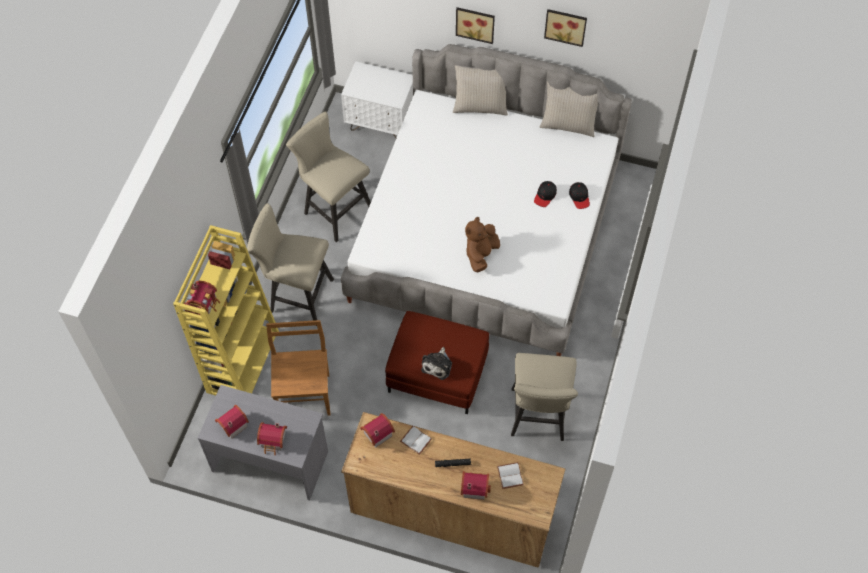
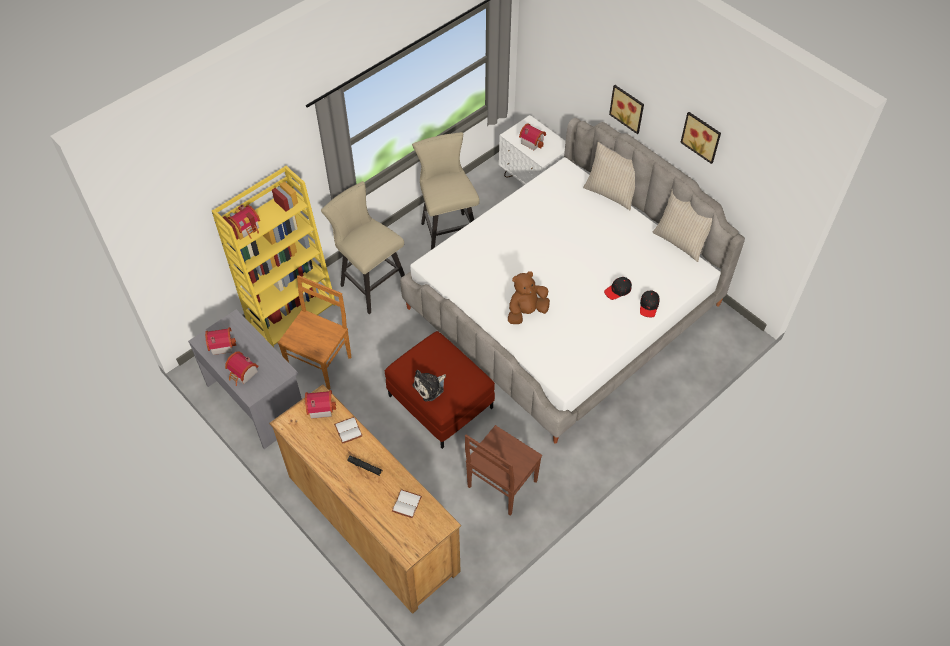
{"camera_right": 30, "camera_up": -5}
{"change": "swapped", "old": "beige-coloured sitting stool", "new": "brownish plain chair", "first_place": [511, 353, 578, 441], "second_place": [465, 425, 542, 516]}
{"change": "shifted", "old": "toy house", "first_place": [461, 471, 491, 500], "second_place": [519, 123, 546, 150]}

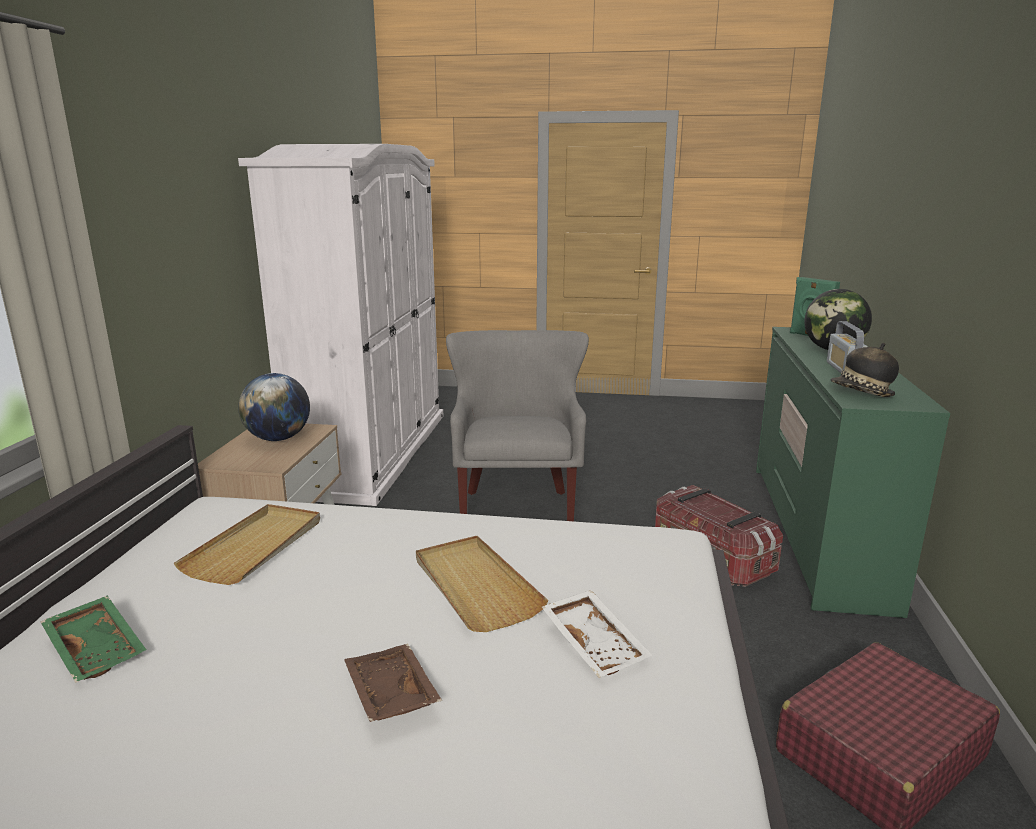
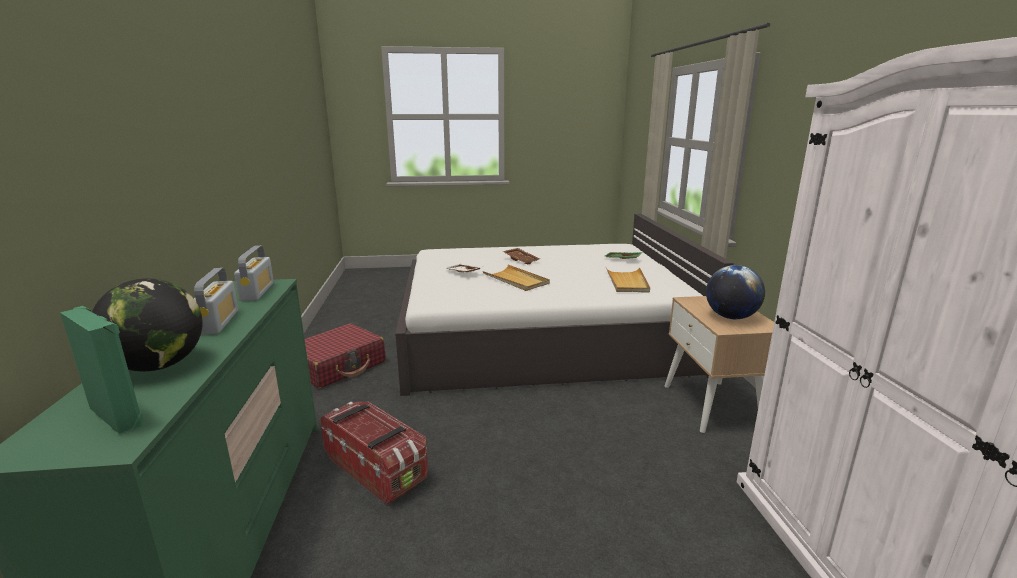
{"camera_right": 165, "camera_up": 0}
{"change": "swapped", "old": "clothing hat", "new": "radio", "first_place": [831, 343, 899, 397], "second_place": [234, 246, 274, 301]}
{"change": "gone", "old": "gray easy chair", "first_place": [446, 330, 589, 521]}

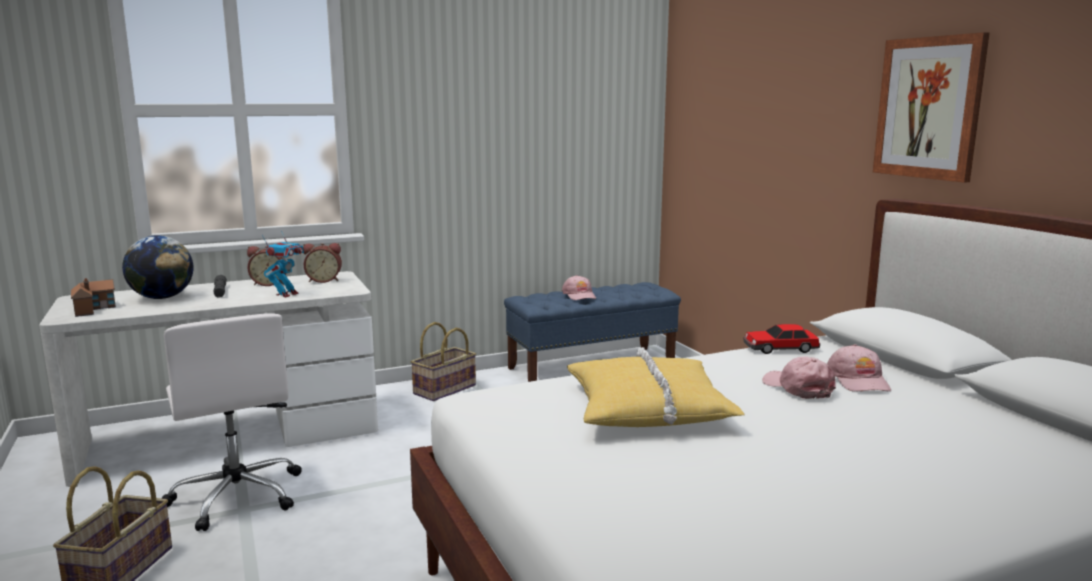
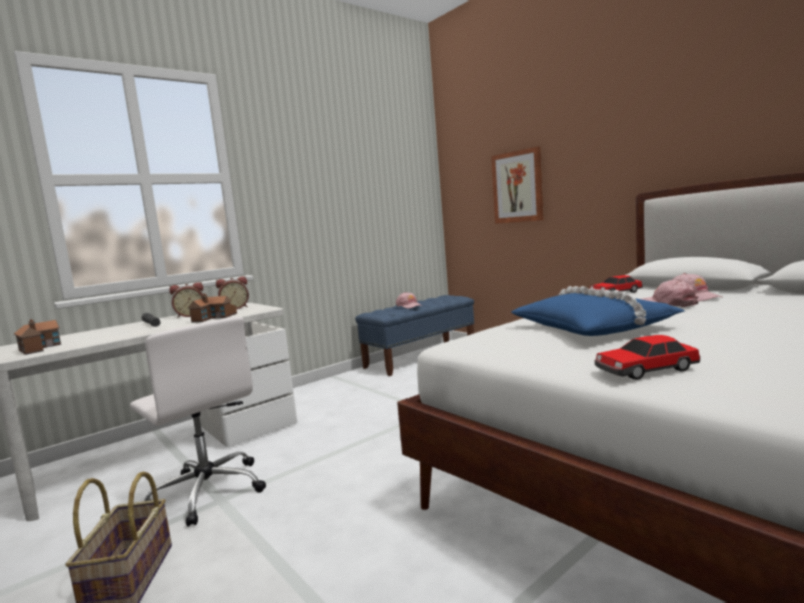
{"camera_right": -15, "camera_up": -5}
{"change": "swapped", "old": "robot figure", "new": "toy house", "first_place": [262, 231, 304, 297], "second_place": [188, 293, 237, 323]}
{"change": "shifted", "old": "picture", "first_place": [873, 32, 990, 183], "second_place": [491, 146, 544, 224]}
{"change": "repainted", "old": "yellow throw pillow", "new": "blue throw pillow", "first_place": [567, 347, 744, 427], "second_place": [511, 286, 685, 336]}
{"change": "new", "new": "toy car", "second_place": [595, 335, 700, 380]}
{"change": "gone", "old": "globe", "first_place": [122, 235, 194, 299]}
{"change": "gone", "old": "storage basket", "first_place": [411, 322, 476, 401]}

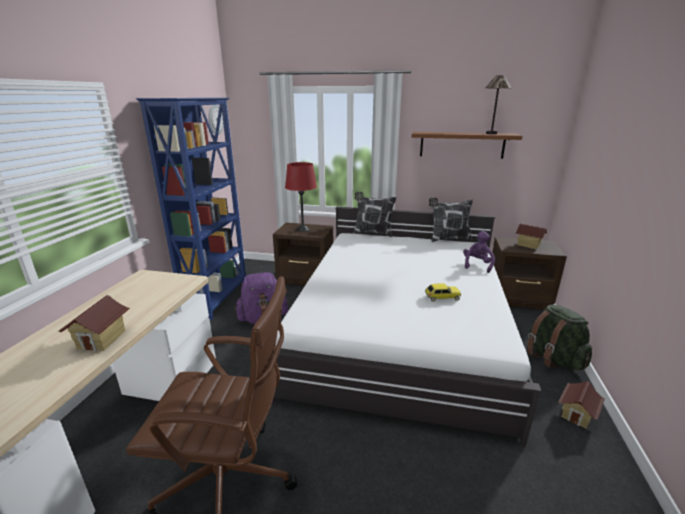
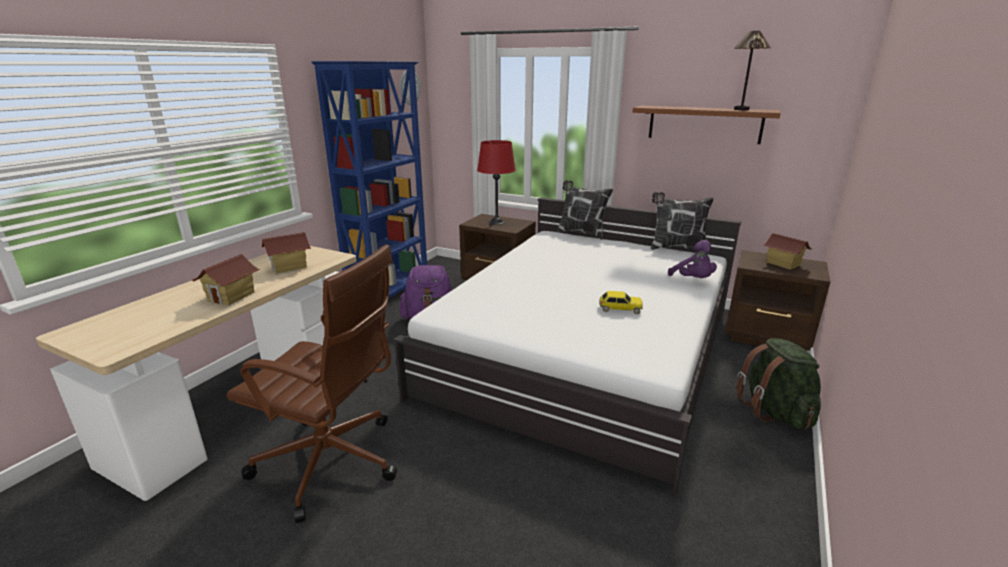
{"camera_right": 15, "camera_up": 0}
{"change": "shifted", "old": "toy house", "first_place": [558, 381, 605, 429], "second_place": [262, 232, 311, 273]}
{"change": "rotated", "old": "purple plush toy", "first_place": [463, 231, 495, 273], "second_place": [668, 240, 717, 278], "degrees": 120}

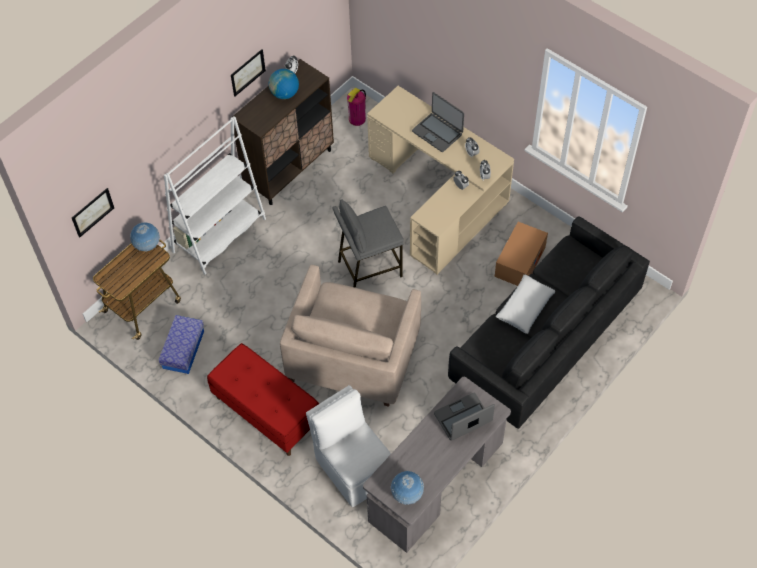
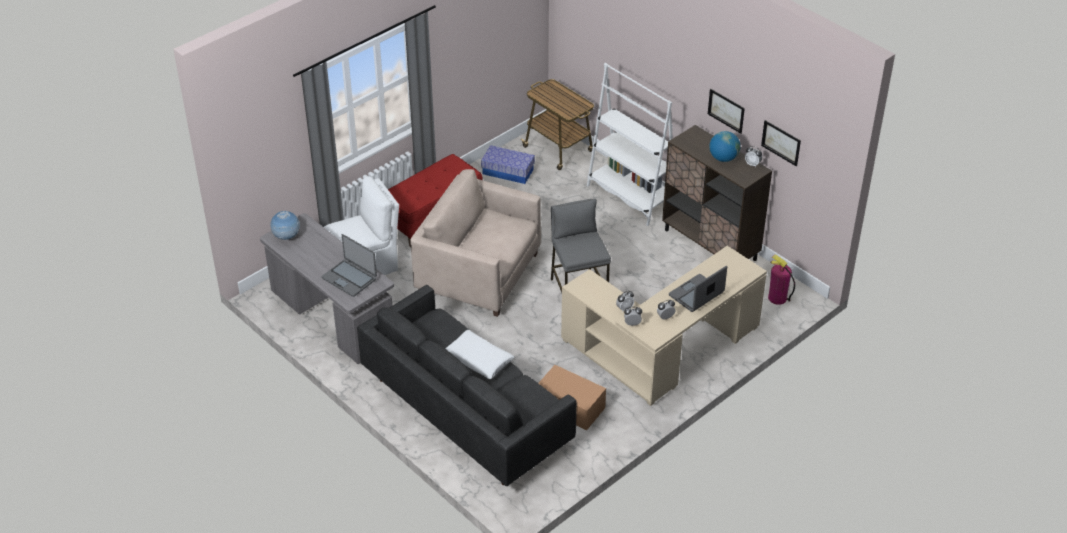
{"camera_right": 95, "camera_up": -15}
{"change": "rotated", "old": "notebook computer", "first_place": [434, 393, 495, 441], "second_place": [322, 234, 377, 297], "degrees": 150}
{"change": "shifted", "old": "picture", "first_place": [72, 188, 114, 238], "second_place": [761, 120, 801, 166]}
{"change": "gone", "old": "globe", "first_place": [130, 222, 160, 252]}

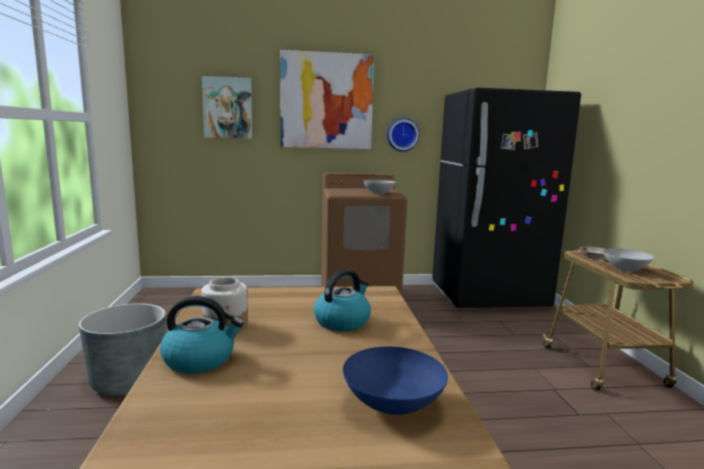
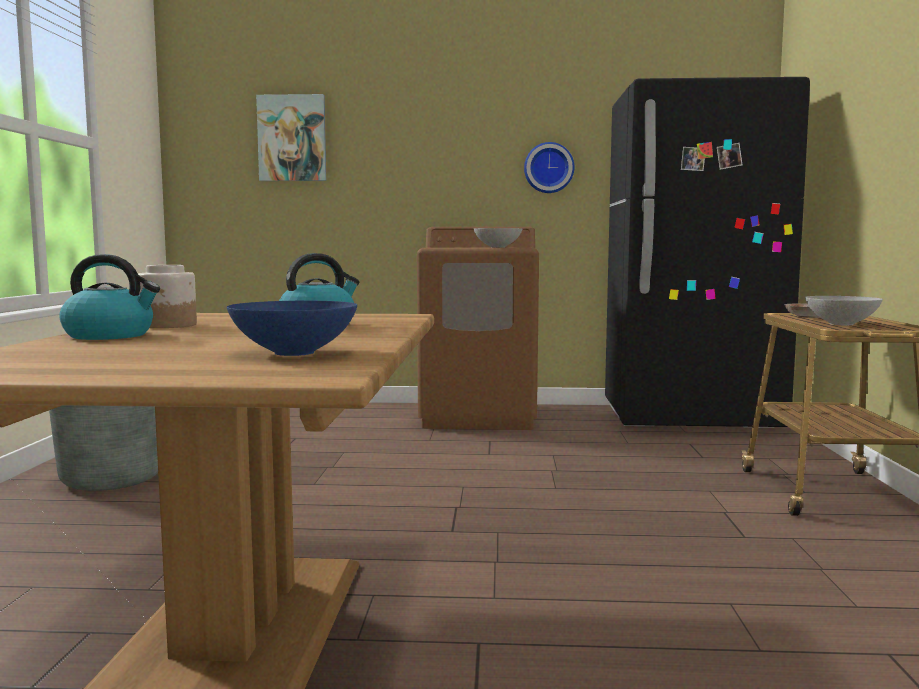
{"camera_right": 10, "camera_up": -5}
{"change": "gone", "old": "picture", "first_place": [280, 50, 374, 149]}

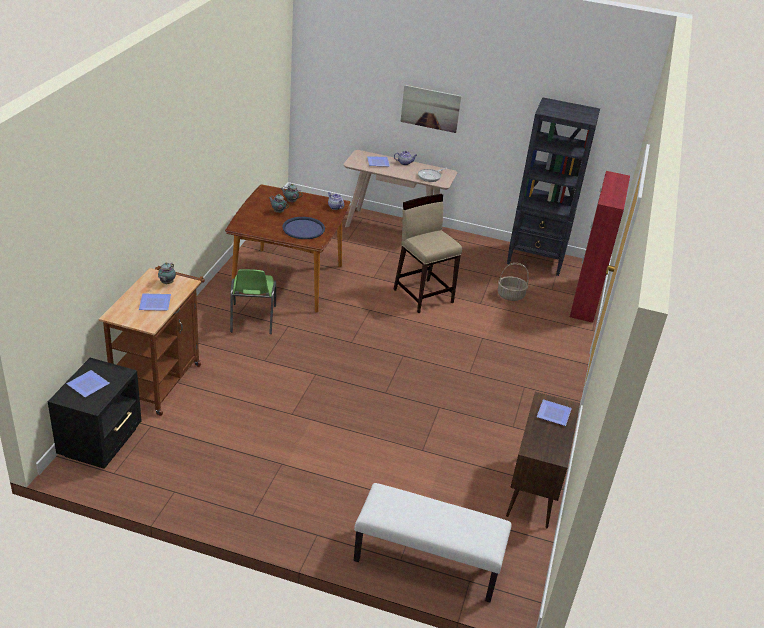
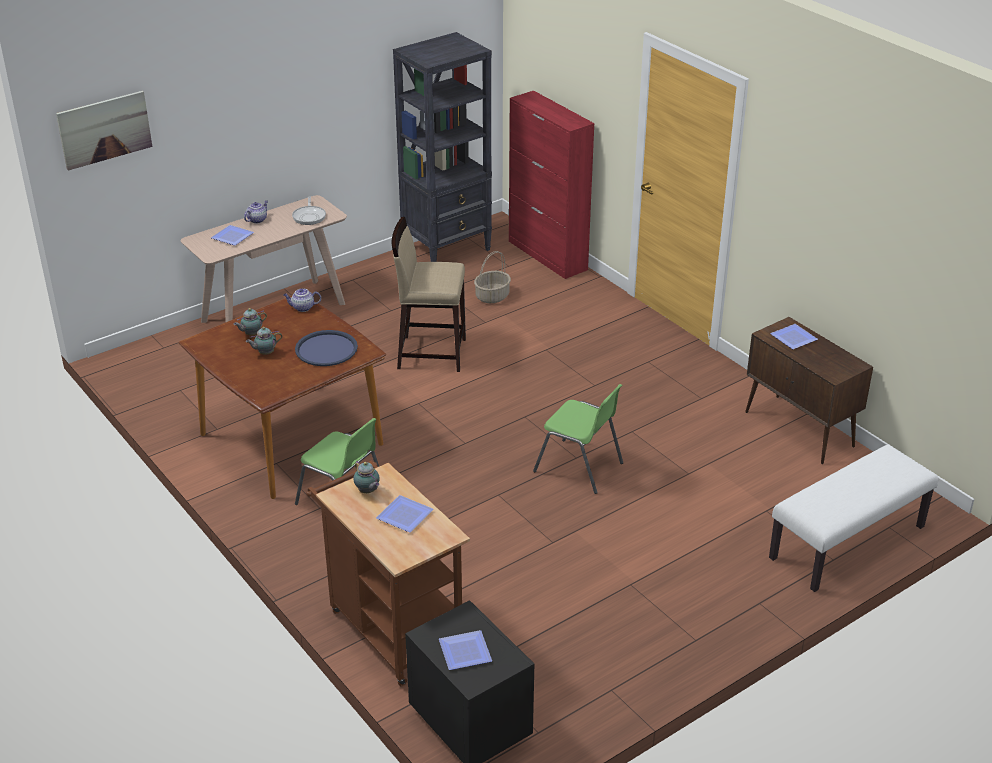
{"camera_right": -50, "camera_up": 0}
{"change": "shifted", "old": "picture", "first_place": [401, 85, 461, 133], "second_place": [56, 91, 152, 171]}
{"change": "new", "new": "greenish plain chair", "second_place": [533, 384, 623, 494]}

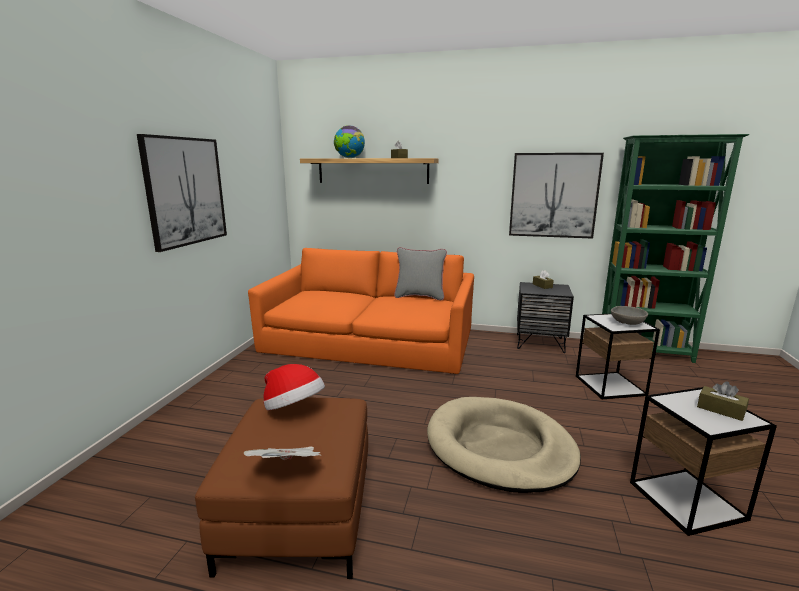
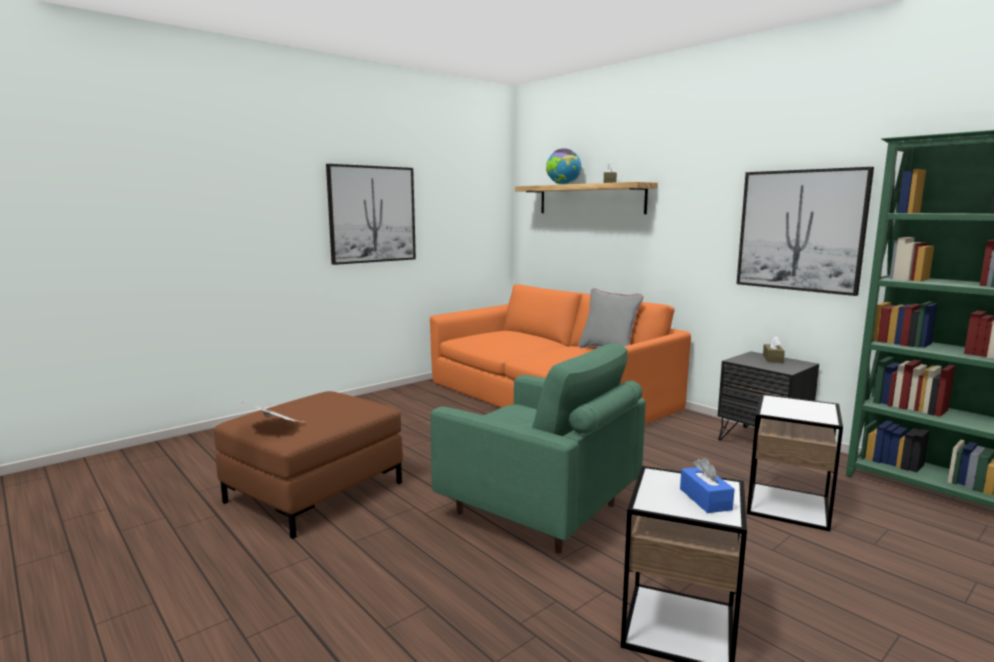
{"camera_right": 35, "camera_up": -5}
{"change": "swapped", "old": "beige-coloured pet bed", "new": "greenish easy chair", "first_place": [427, 397, 581, 493], "second_place": [430, 344, 646, 553]}
{"change": "repainted", "old": "brownish tissue holder", "new": "blue tissue holder", "first_place": [697, 381, 749, 421], "second_place": [680, 457, 735, 513]}
{"change": "gone", "old": "clothing hat", "first_place": [263, 364, 325, 410]}
{"change": "gone", "old": "gray deep dish", "first_place": [611, 306, 648, 325]}

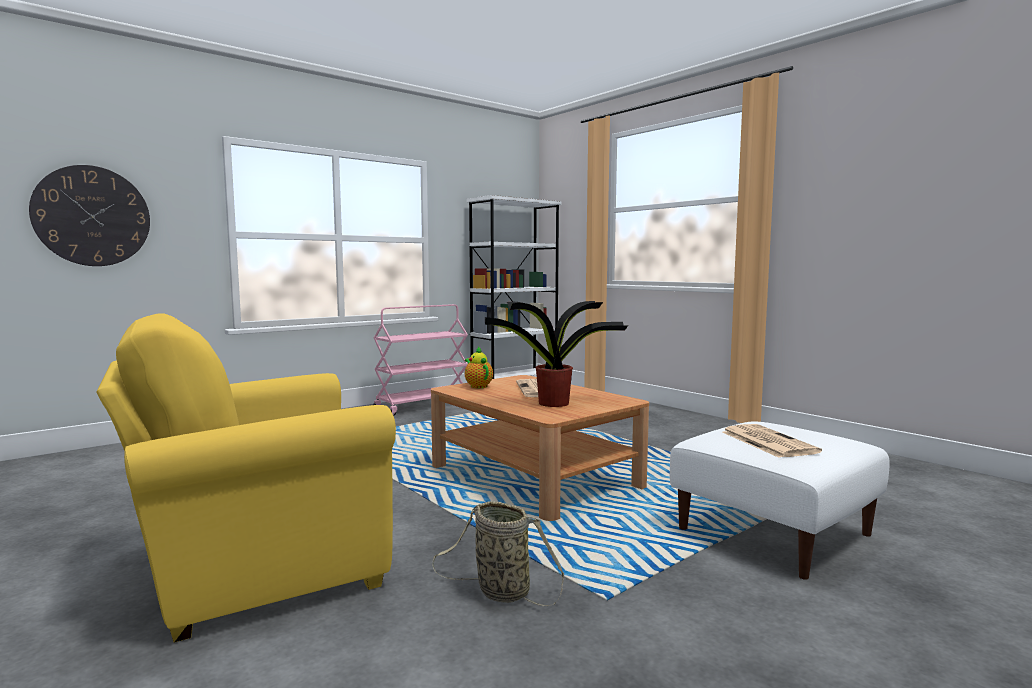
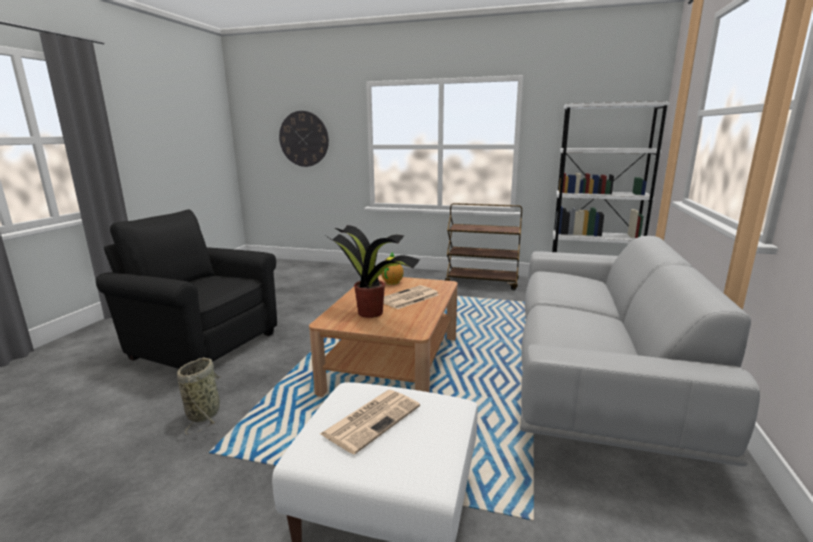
{"camera_right": 55, "camera_up": 10}
{"change": "repainted", "old": "yellow easy chair", "new": "blackish easy chair", "first_place": [97, 313, 396, 643], "second_place": [96, 209, 277, 369]}
{"change": "repainted", "old": "pink cart", "new": "brownish cart", "first_place": [373, 304, 468, 416], "second_place": [445, 203, 522, 290]}
{"change": "new", "new": "gray couch", "second_place": [520, 236, 760, 466]}

